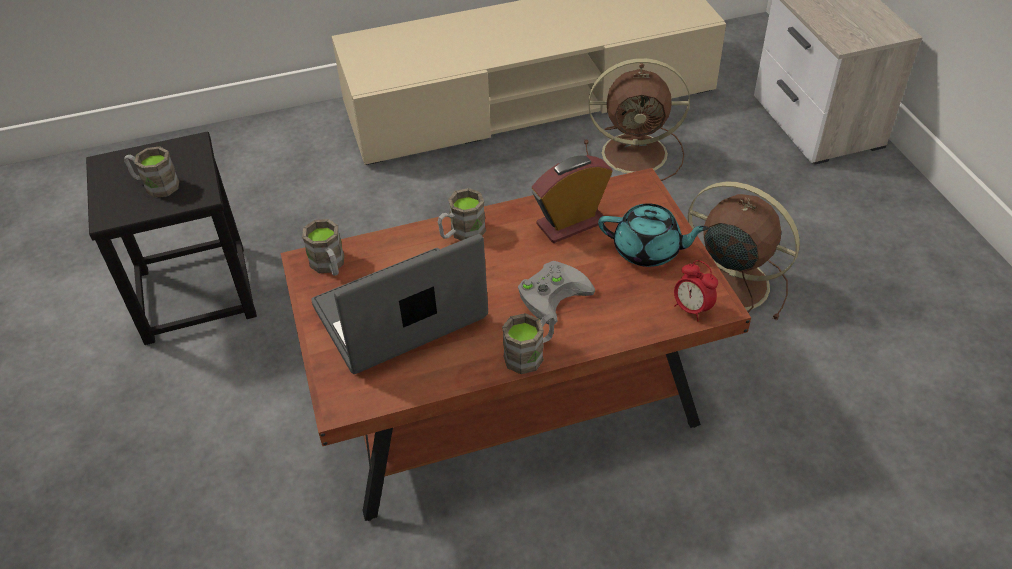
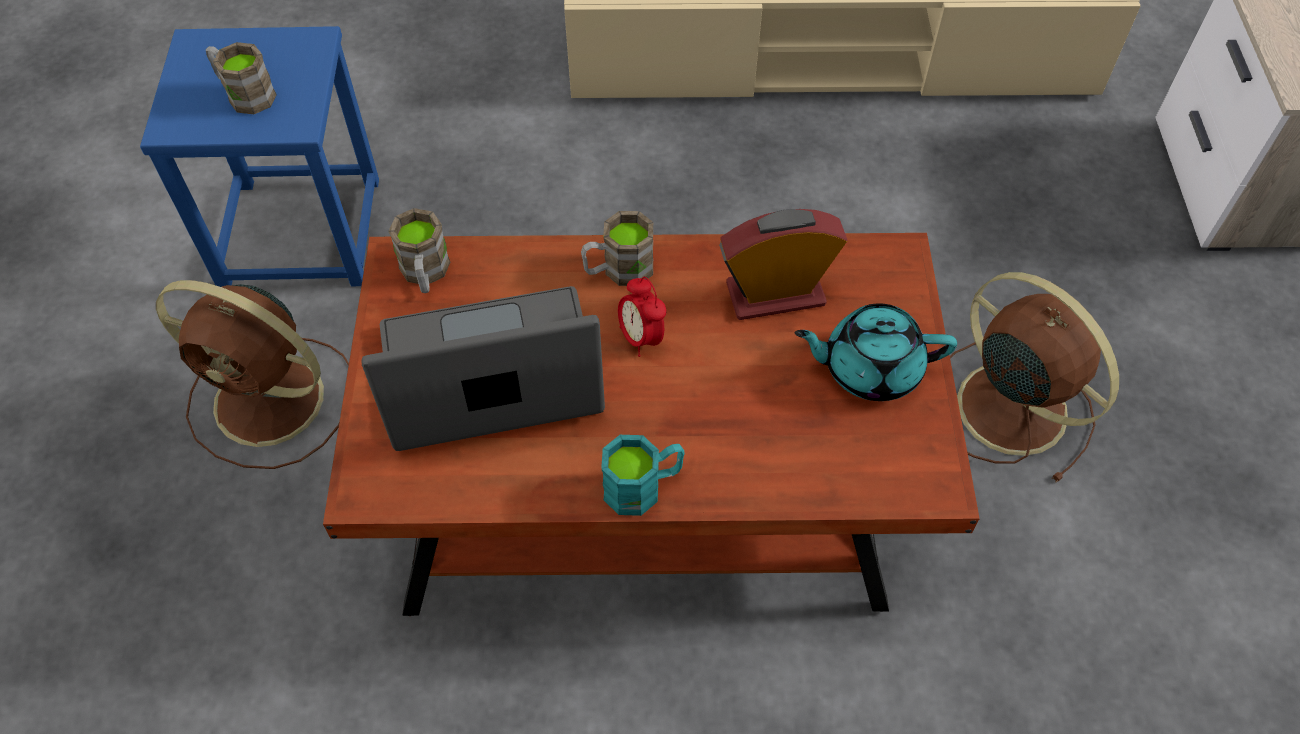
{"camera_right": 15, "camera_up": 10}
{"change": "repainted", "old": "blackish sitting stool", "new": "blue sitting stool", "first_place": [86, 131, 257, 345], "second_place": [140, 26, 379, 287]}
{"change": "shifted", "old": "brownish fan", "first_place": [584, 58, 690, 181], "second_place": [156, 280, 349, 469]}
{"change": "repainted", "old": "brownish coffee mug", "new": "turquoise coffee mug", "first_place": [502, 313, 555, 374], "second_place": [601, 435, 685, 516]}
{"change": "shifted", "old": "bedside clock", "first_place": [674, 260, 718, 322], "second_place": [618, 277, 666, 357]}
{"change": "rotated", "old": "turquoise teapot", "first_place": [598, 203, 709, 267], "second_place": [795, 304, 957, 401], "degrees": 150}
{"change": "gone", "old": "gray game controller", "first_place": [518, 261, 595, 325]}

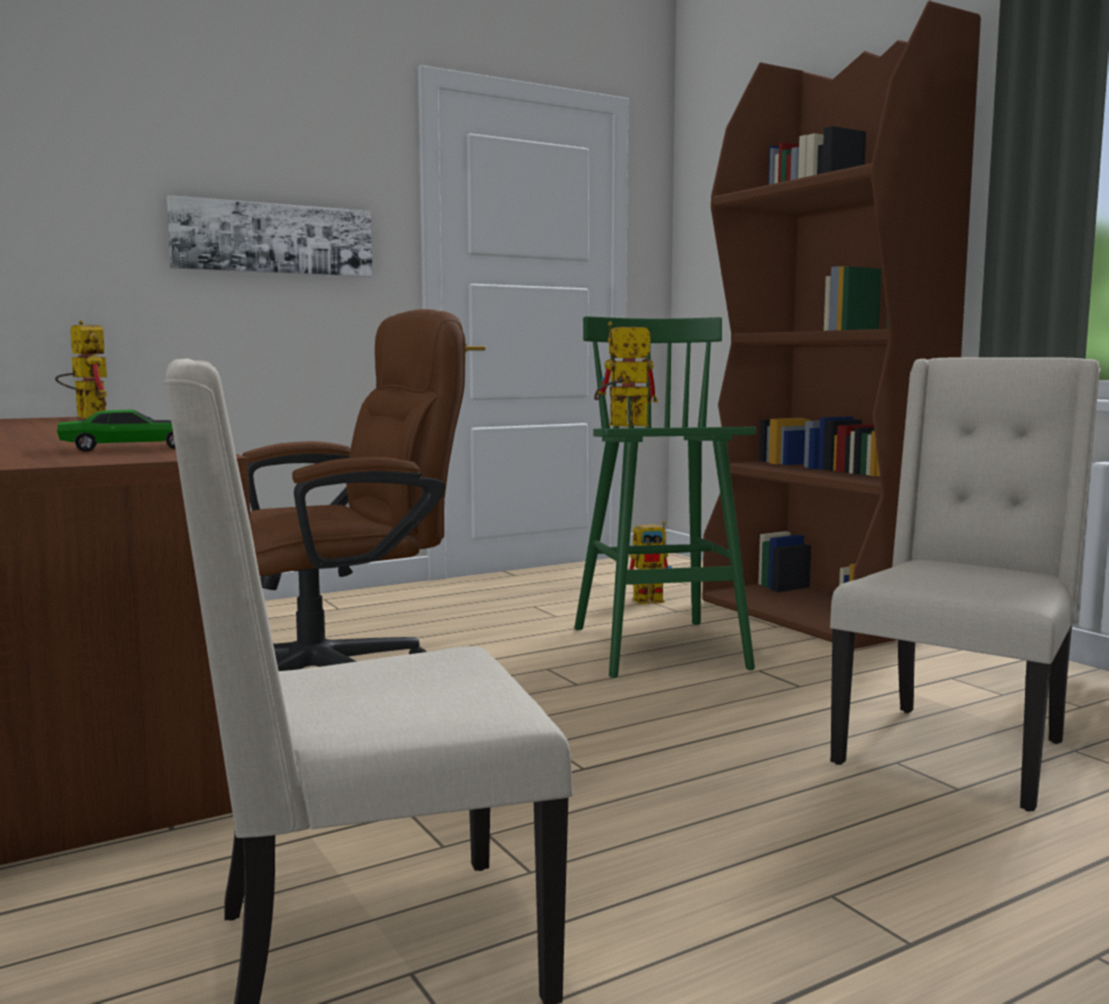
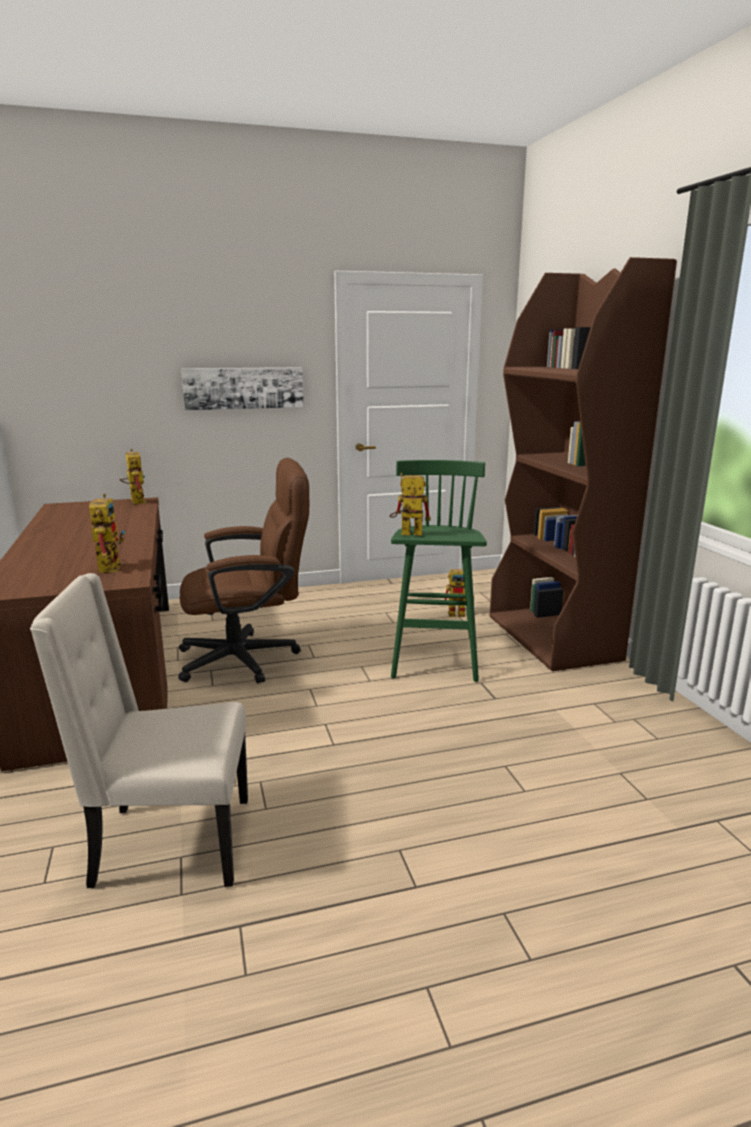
{"camera_right": 15, "camera_up": 10}
{"change": "swapped", "old": "toy car", "new": "robot figure", "first_place": [57, 410, 176, 452], "second_place": [89, 493, 125, 573]}
{"change": "gone", "old": "beige-coloured plain chair", "first_place": [830, 357, 1101, 811]}

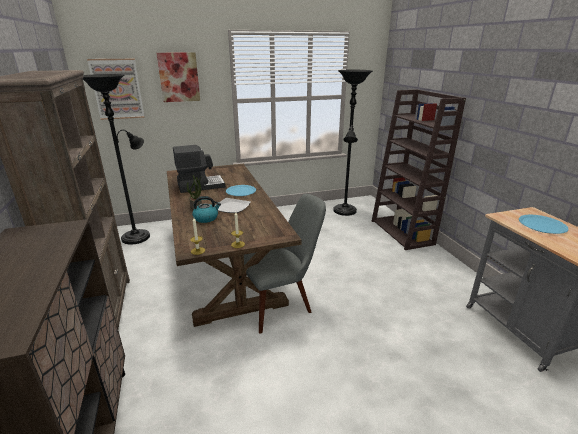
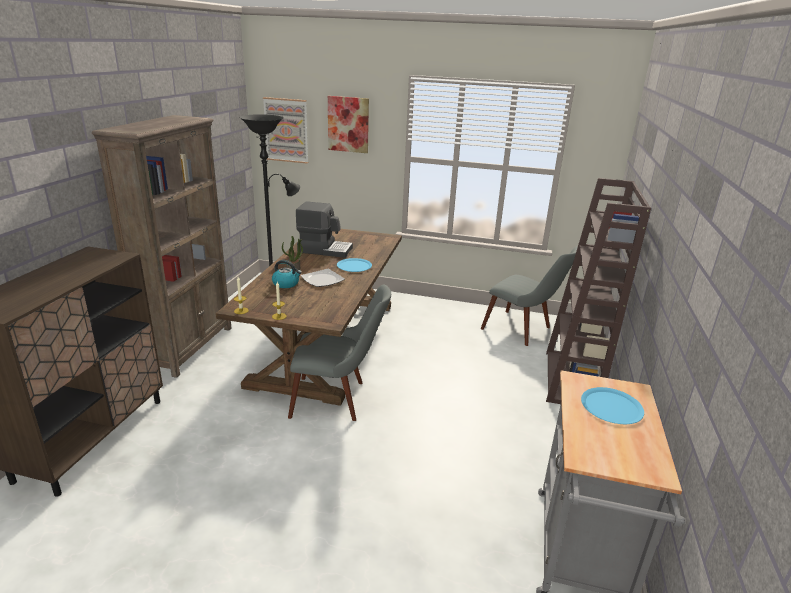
{"camera_right": 30, "camera_up": 0}
{"change": "swapped", "old": "blackish floor lamp", "new": "gray plain chair", "first_place": [333, 70, 373, 216], "second_place": [481, 246, 578, 346]}

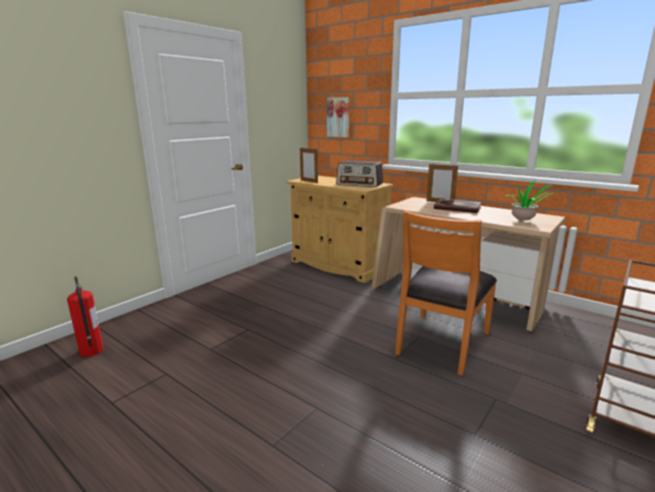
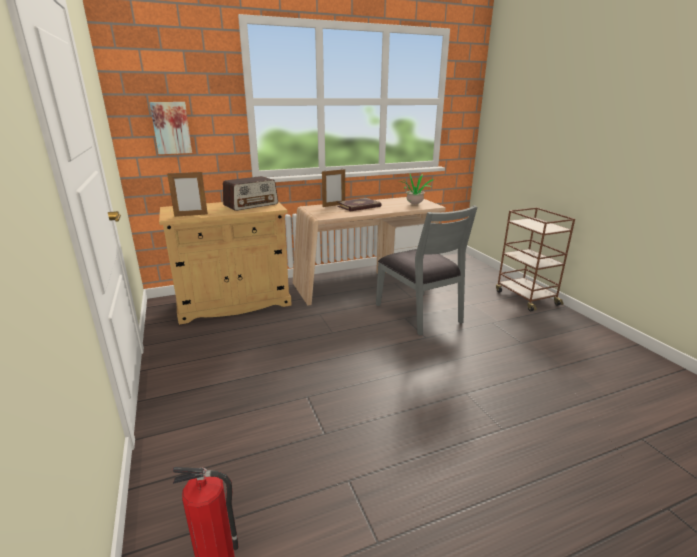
{"camera_right": -60, "camera_up": 5}
{"change": "repainted", "old": "orangey plain chair", "new": "gray plain chair", "first_place": [395, 210, 497, 376], "second_place": [376, 206, 477, 335]}

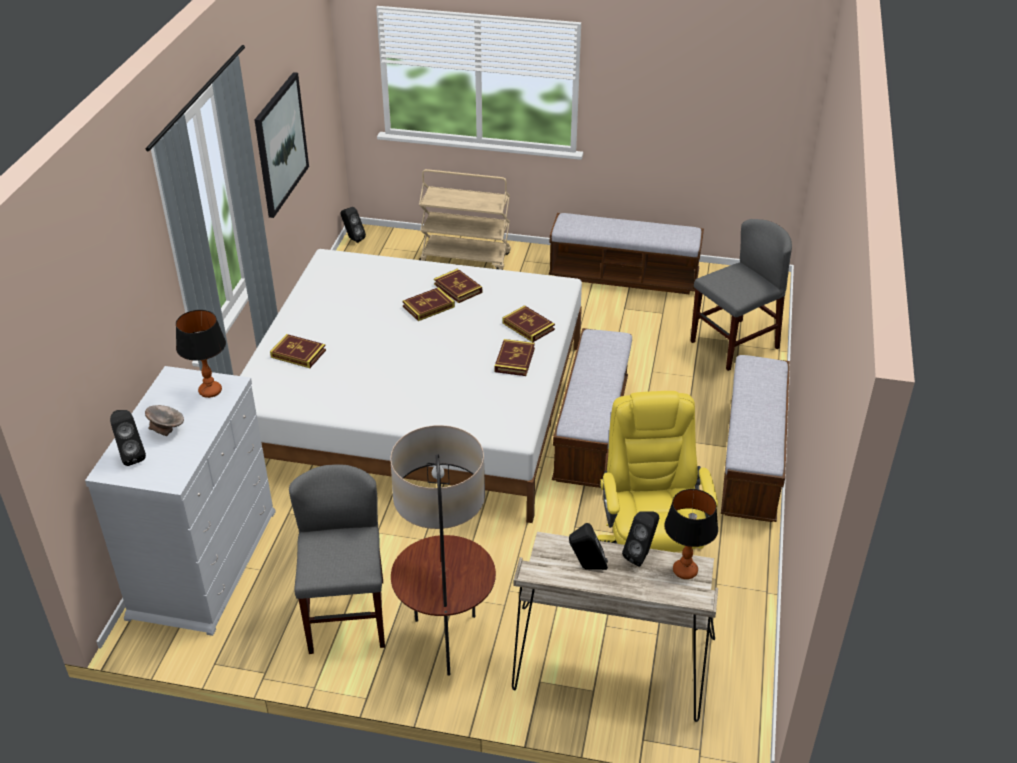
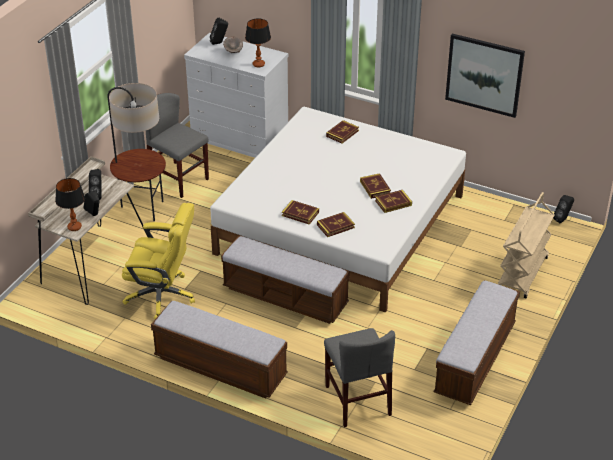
{"camera_right": 105, "camera_up": 0}
{"change": "rotated", "old": "gray plain chair", "first_place": [289, 464, 385, 654], "second_place": [146, 93, 209, 198], "degrees": -150}

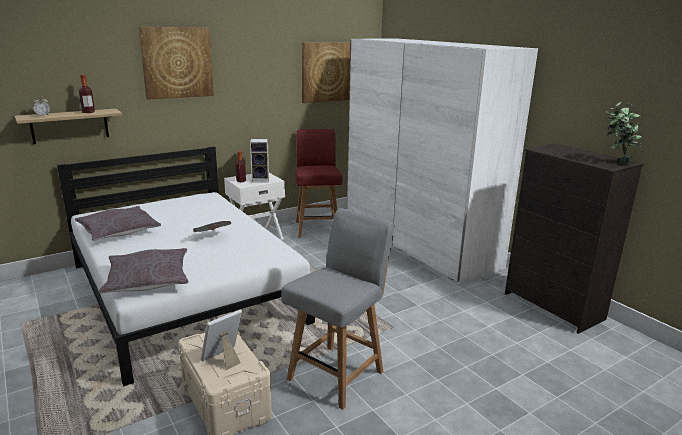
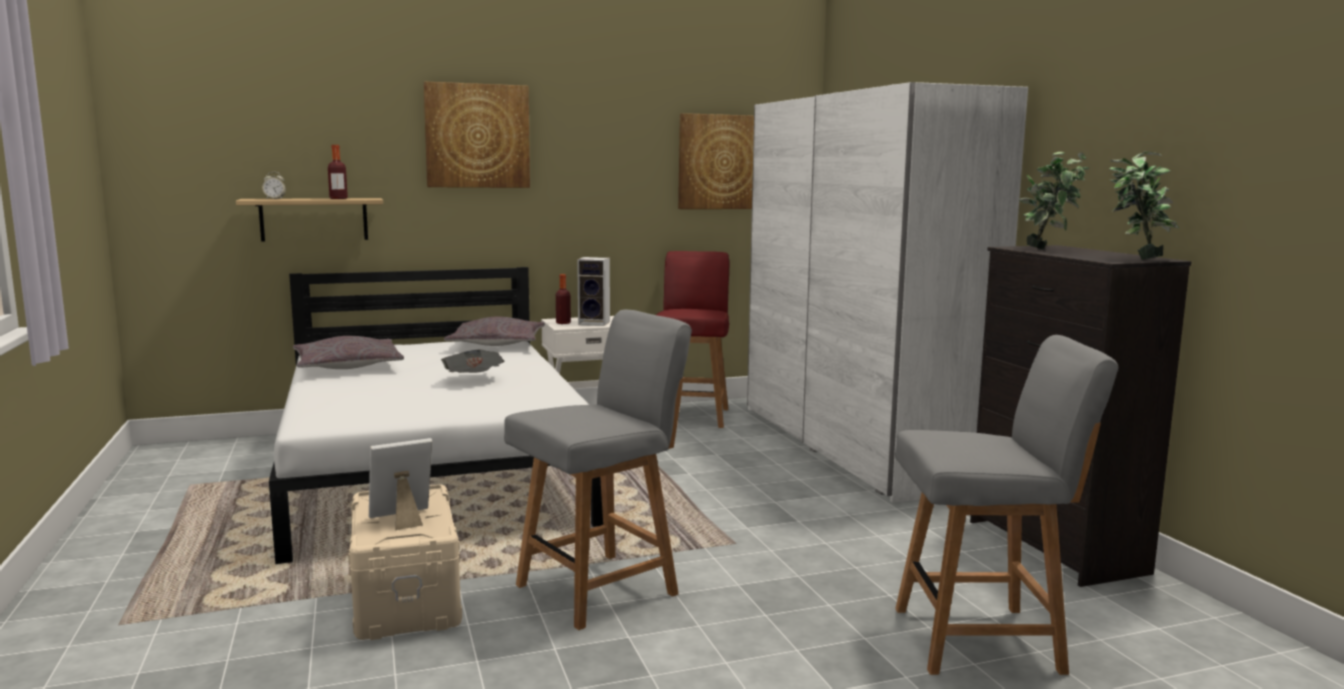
{"camera_right": 15, "camera_up": -10}
{"change": "shifted", "old": "gray throw pillow", "first_place": [99, 248, 189, 294], "second_place": [444, 316, 545, 346]}
{"change": "new", "new": "gray plain chair", "second_place": [895, 335, 1118, 675]}
{"change": "new", "new": "potted plant", "second_place": [1019, 152, 1089, 249]}

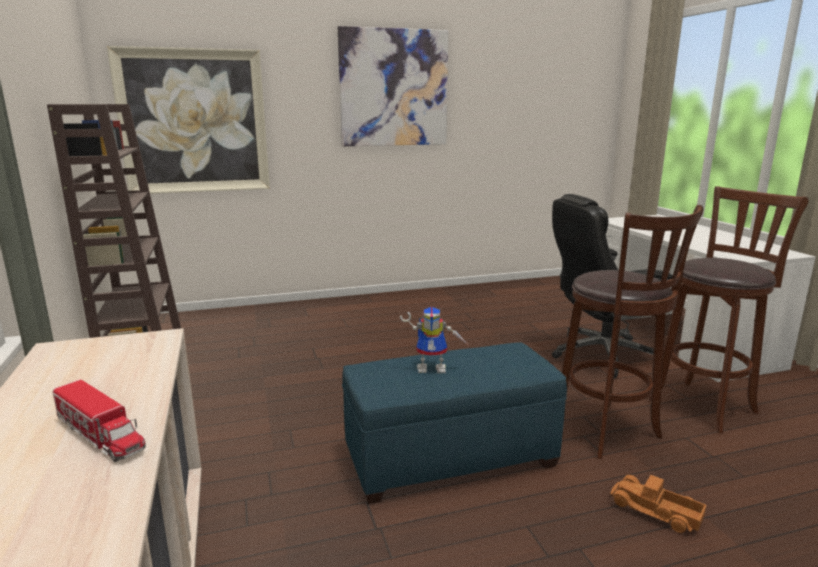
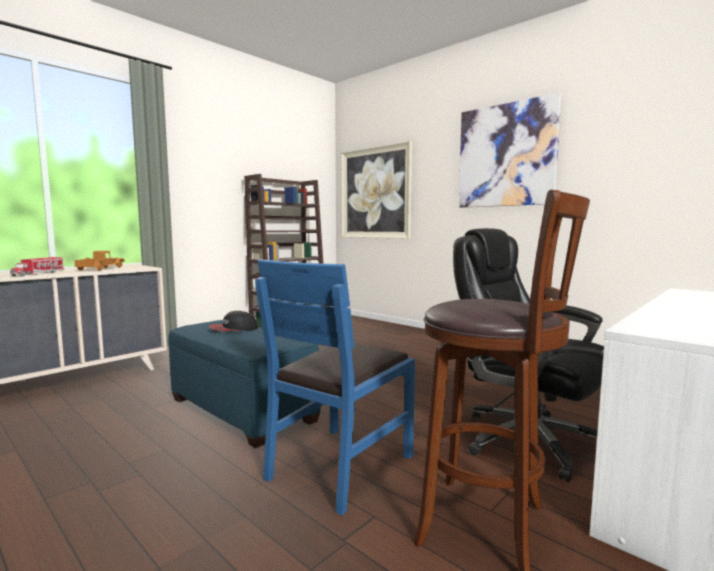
{"camera_right": 60, "camera_up": -10}
{"change": "shifted", "old": "model truck", "first_place": [610, 475, 706, 533], "second_place": [74, 251, 125, 271]}
{"change": "swapped", "old": "robot figure", "new": "baseball cap", "first_place": [400, 306, 467, 373], "second_place": [209, 311, 258, 331]}
{"change": "swapped", "old": "brownish sitting stool", "new": "blue plain chair", "first_place": [562, 205, 703, 459], "second_place": [255, 259, 415, 516]}

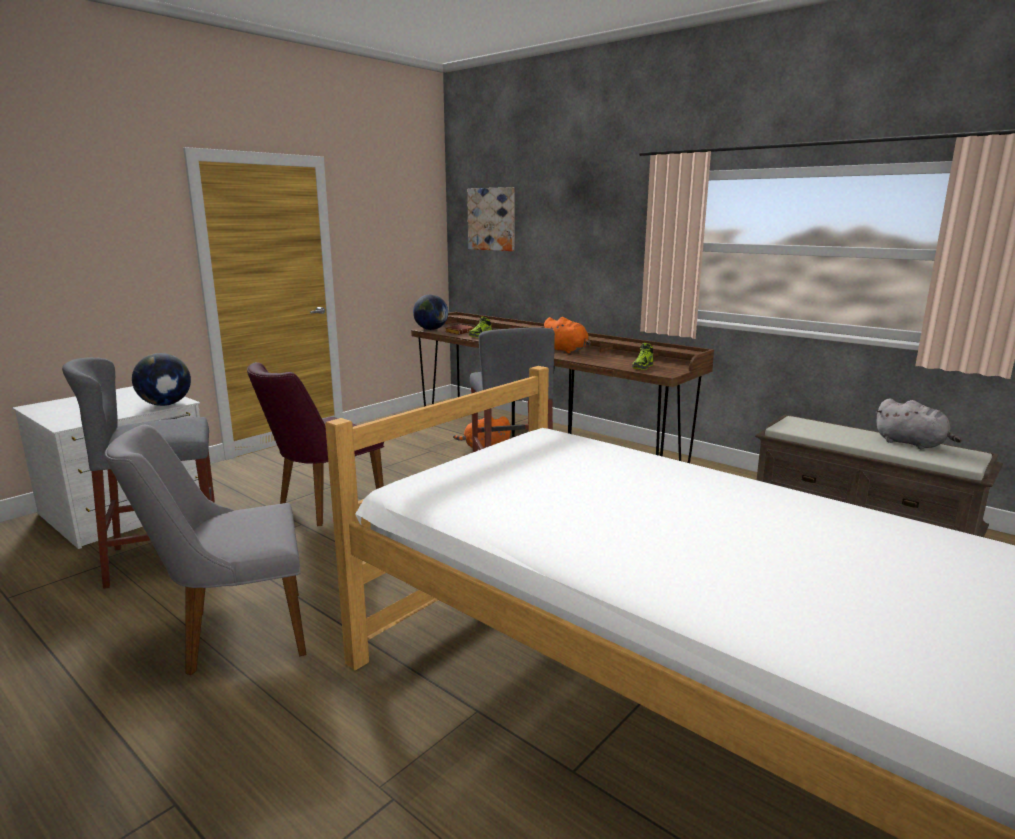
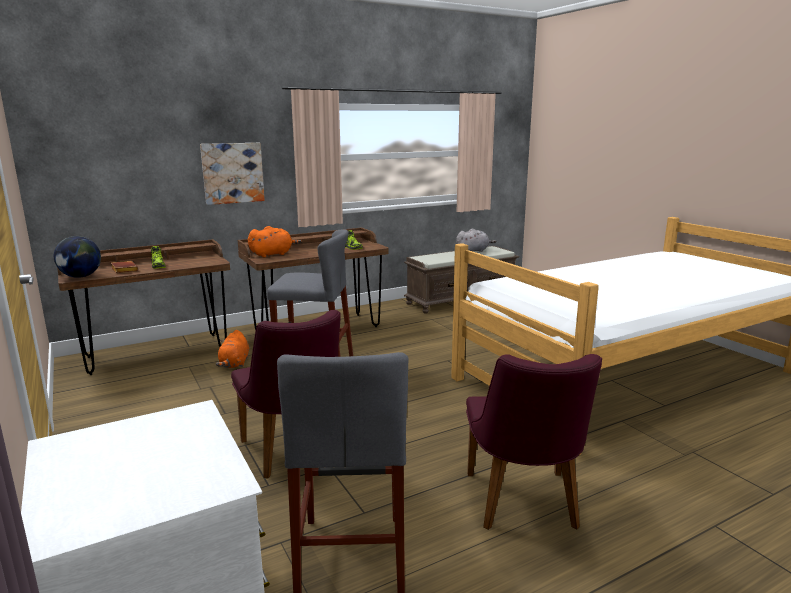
{"camera_right": -70, "camera_up": 0}
{"change": "shifted", "old": "picture", "first_place": [467, 187, 515, 251], "second_place": [200, 143, 265, 205]}
{"change": "repainted", "old": "gray plain chair", "new": "purple plain chair", "first_place": [105, 425, 306, 675], "second_place": [466, 354, 602, 530]}
{"change": "gone", "old": "globe", "first_place": [132, 353, 191, 406]}

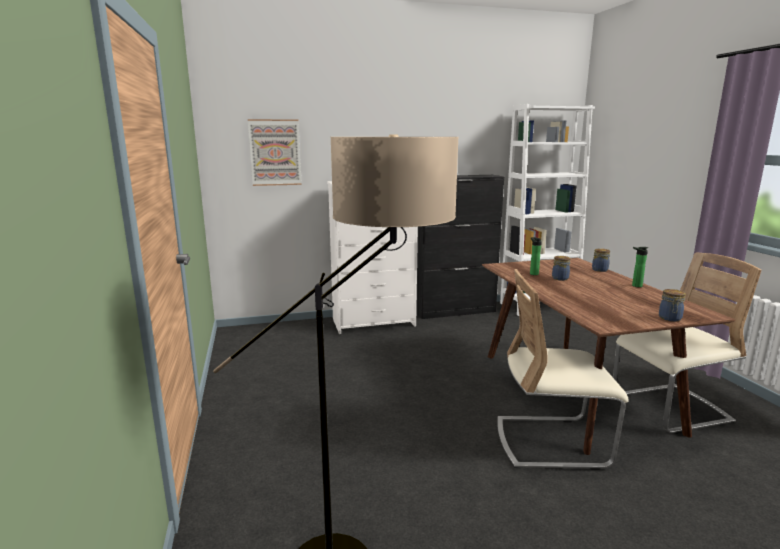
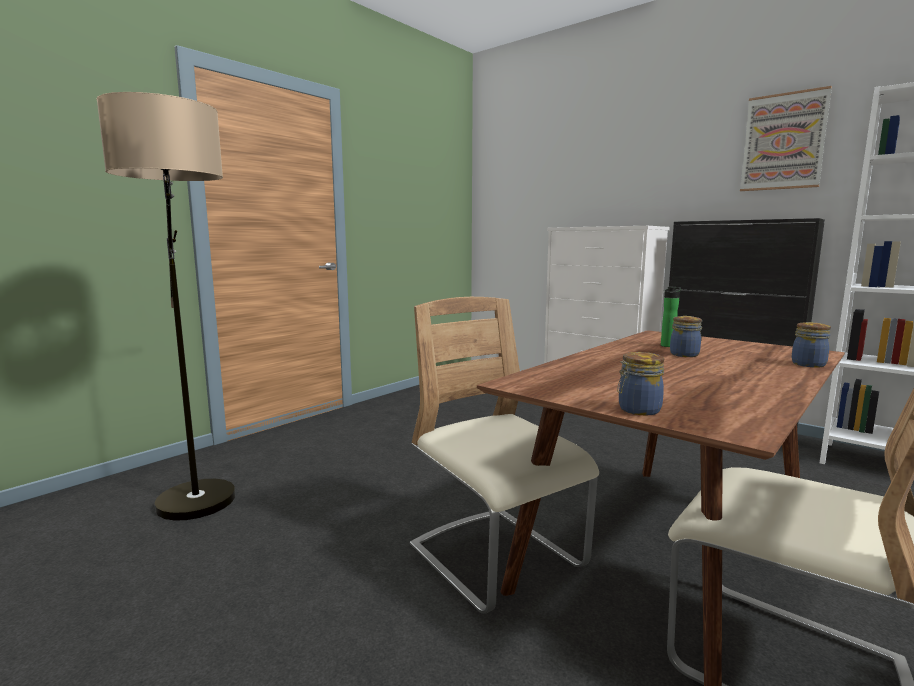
{"camera_right": 55, "camera_up": -5}
{"change": "shifted", "old": "picture", "first_place": [248, 119, 302, 186], "second_place": [740, 86, 832, 191]}
{"change": "gone", "old": "drink bottle", "first_place": [632, 247, 648, 287]}

